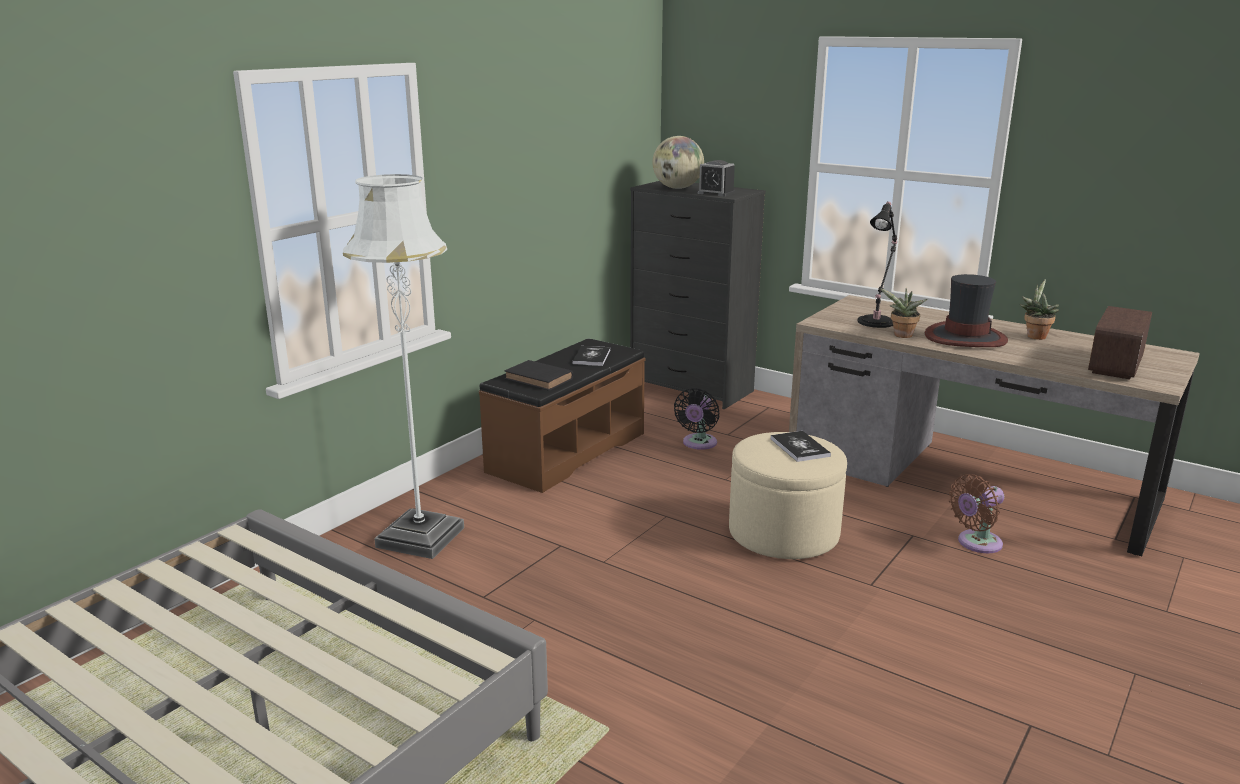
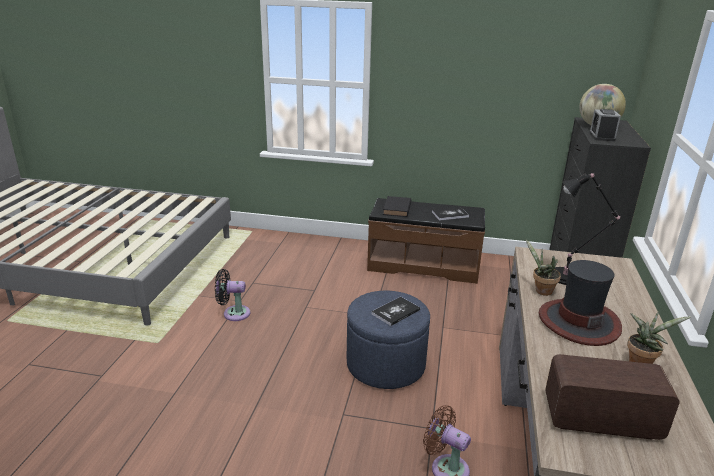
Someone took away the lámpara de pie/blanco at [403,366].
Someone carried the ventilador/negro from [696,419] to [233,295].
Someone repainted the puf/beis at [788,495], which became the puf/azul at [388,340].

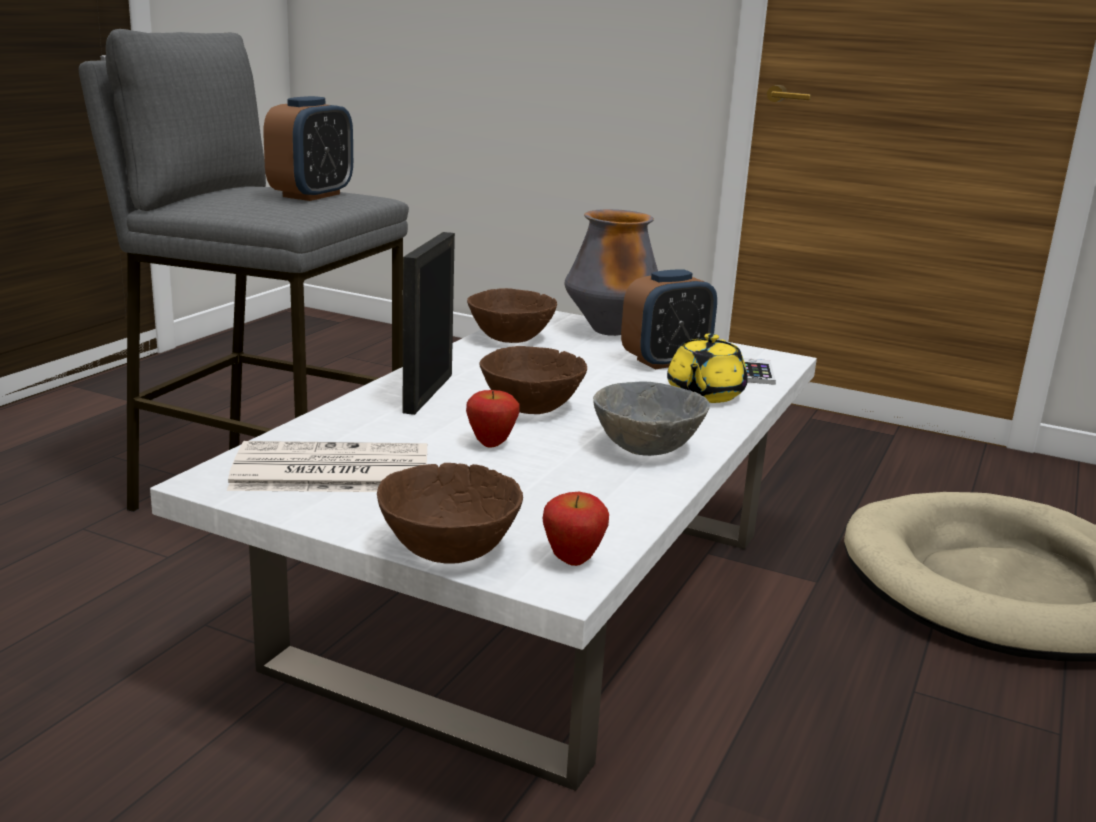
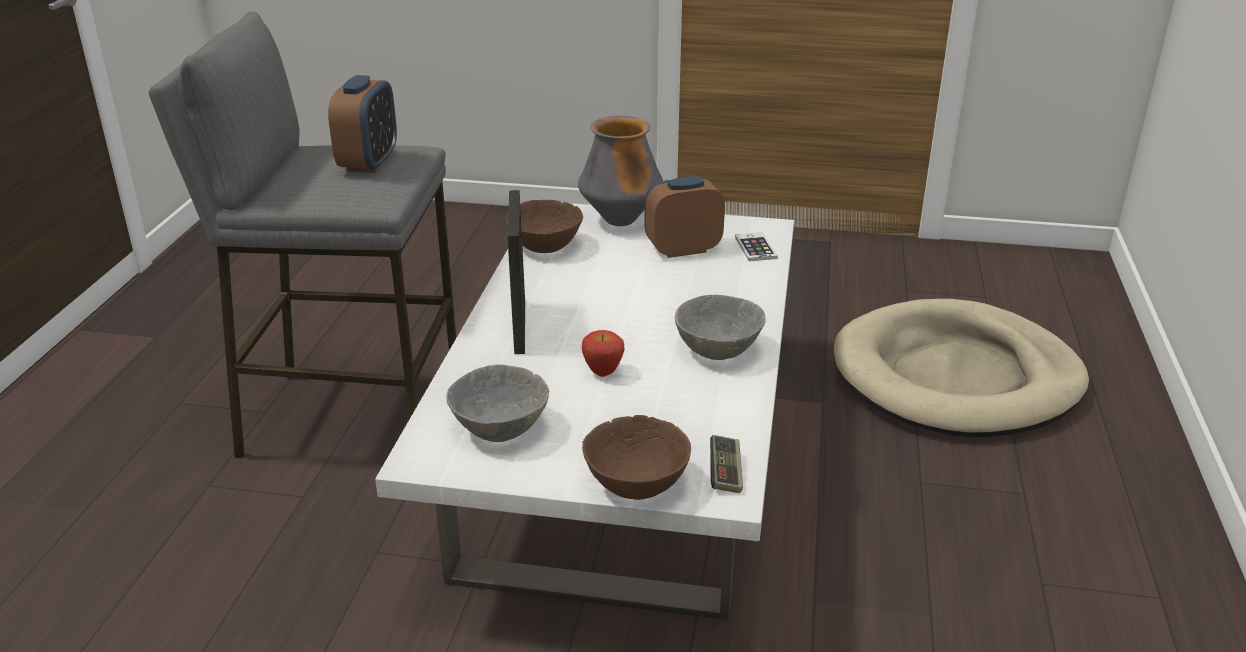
Someone took away the cuenco/marrón at [533,380].
Someone took away the tetera/amarillo at [707,368].
Someone swapped the periódico at [327,466] for the cuenco/gris at [497,403].
Someone swapped the manzana at [576,529] for the mando de consola at [726,464].
Someone rotated the despertador at [669,319] by 150 degrees counterclockwise.

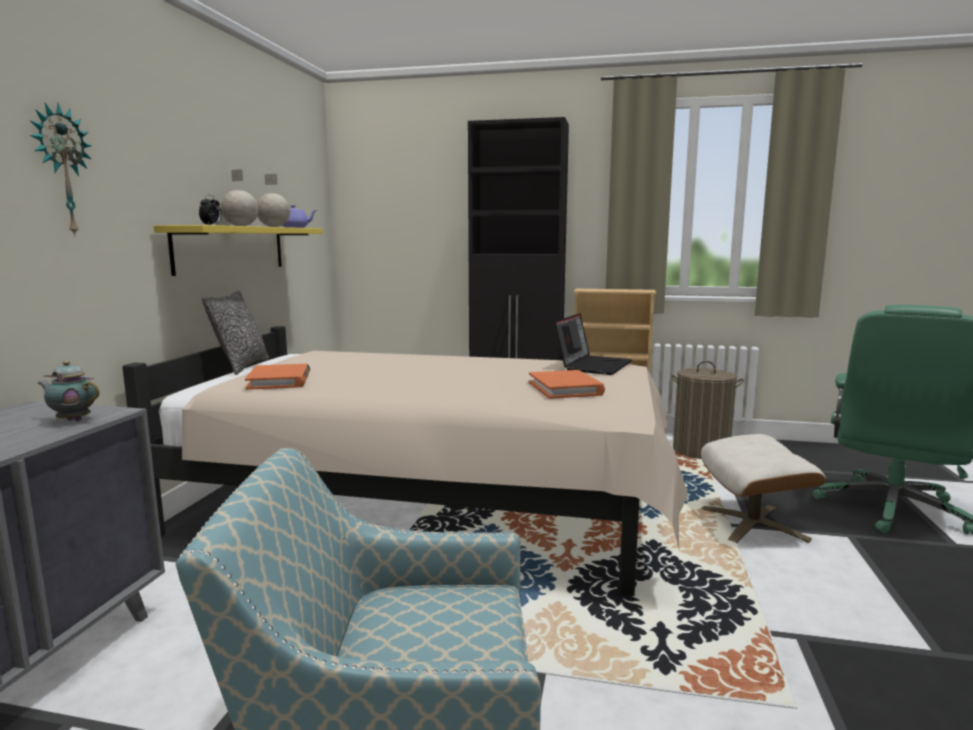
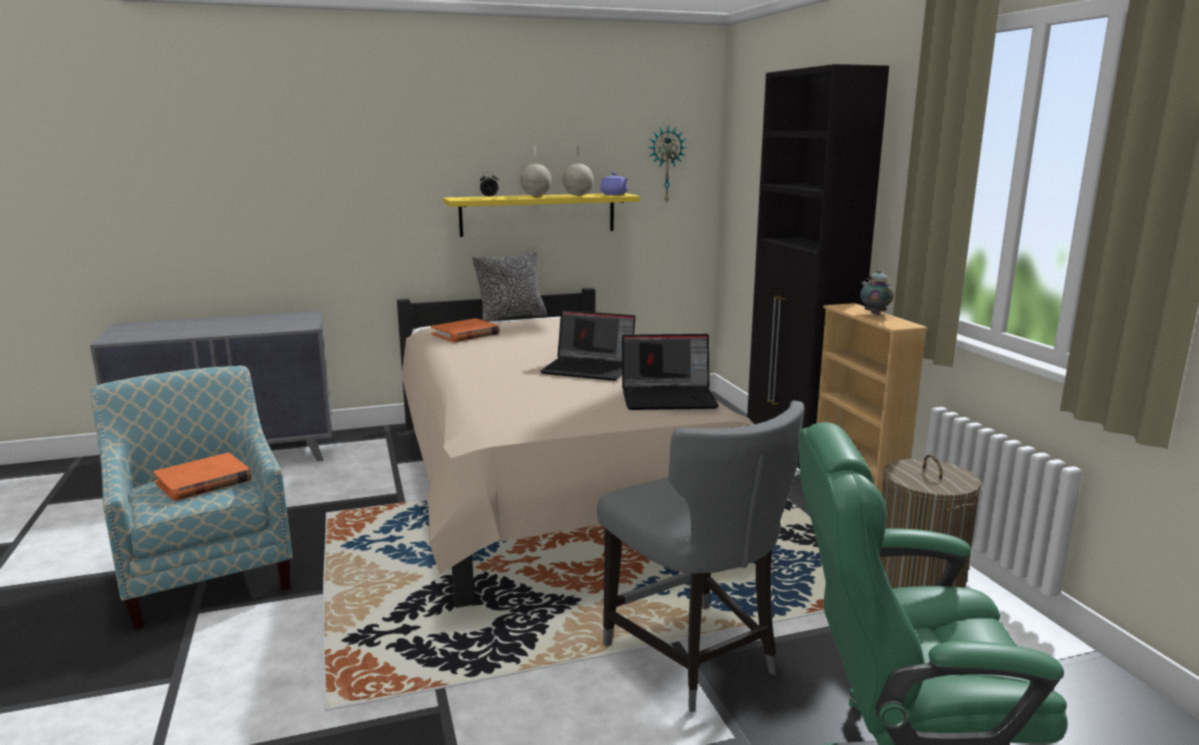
Someone put down the portátil at [588,345].
Someone carried the reloj de pared from [60,170] to [667,164].
Someone carried the tetera from [69,391] to [877,292].
Someone carried the libro/naranja from [567,384] to [202,476].
Someone swapped the puf/beis at [763,488] for the silla/gris at [701,556].

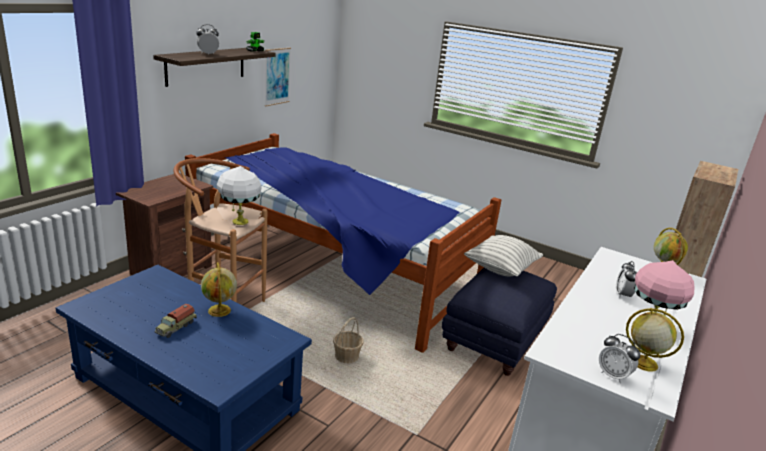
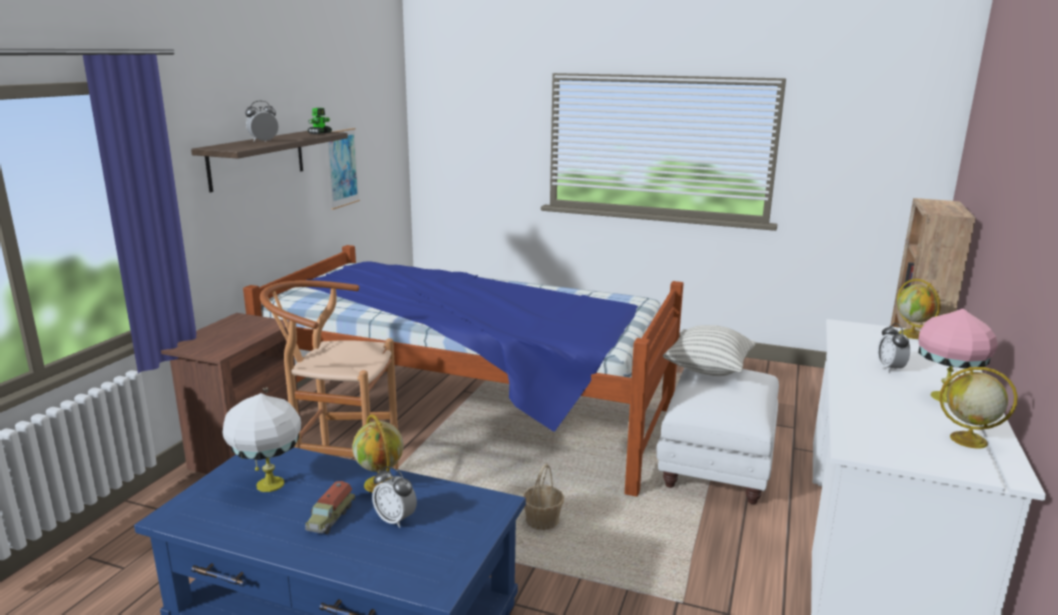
Someone carried the lámpara de mesa/blanco from [239,195] to [261,442].
Someone carried the despertador from [619,358] to [394,497].
Someone repainted the puf/azul at [499,322], which became the puf/blanco at [717,436].

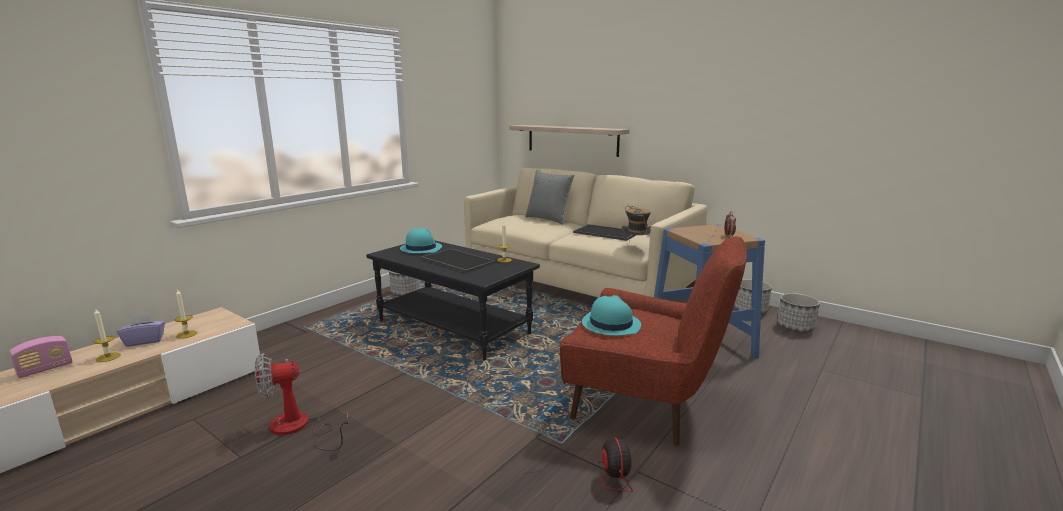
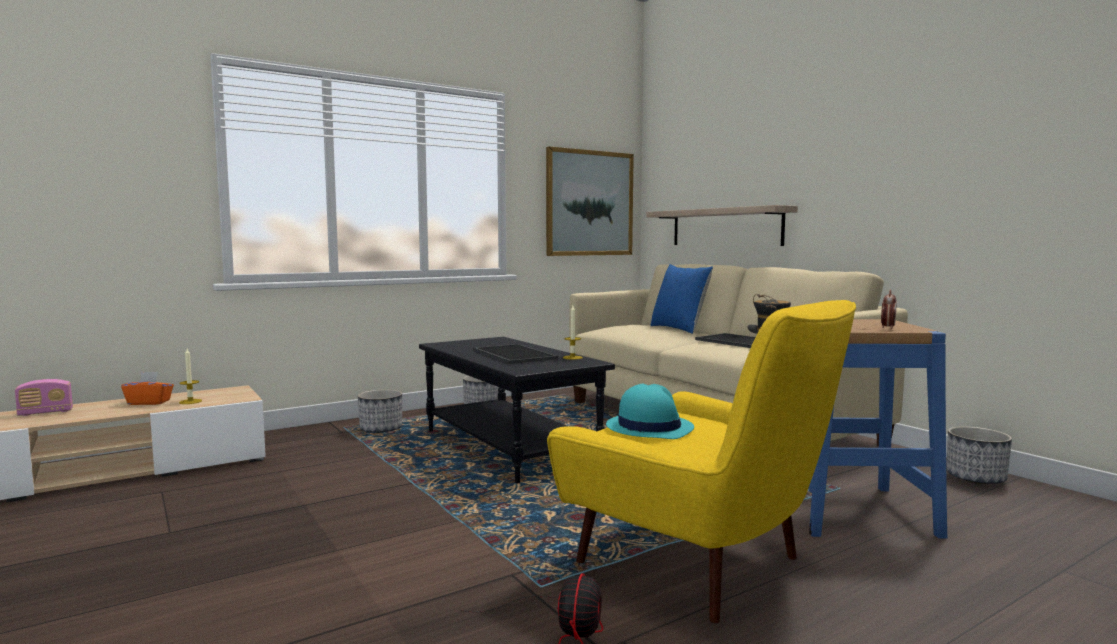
Someone took away the vela at [107,335].
Someone took away the ventilador at [302,402].
Someone took away the sombrero/turquesa at [421,240].
Someone put up the cuadro at [590,201].
Someone carried the maceta from [798,312] to [380,411].
Someone repainted the caja de pañuelos/morado at [141,330], which became the caja de pañuelos/naranja at [147,388].
Someone repainted the cojín/gris at [549,197], which became the cojín/azul at [681,299].
Someone repainted the sillón/rojo at [653,341], which became the sillón/amarillo at [701,461].

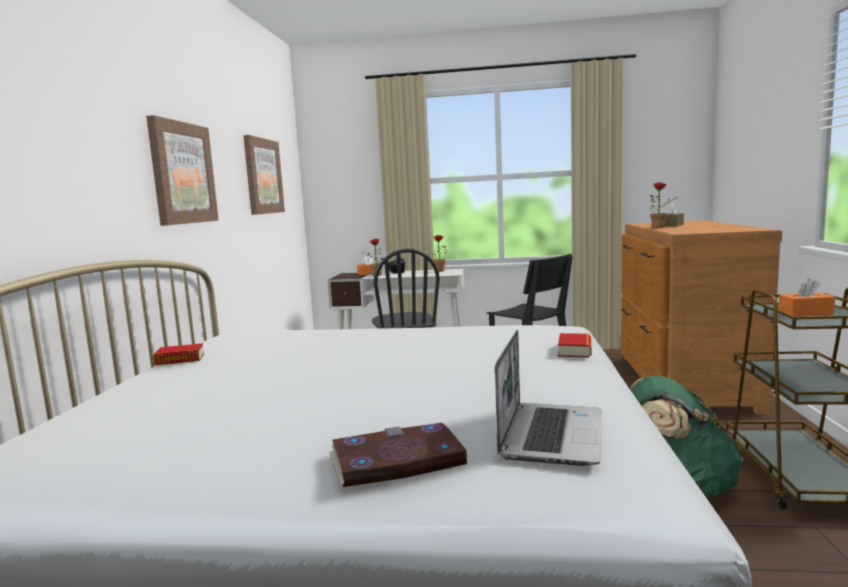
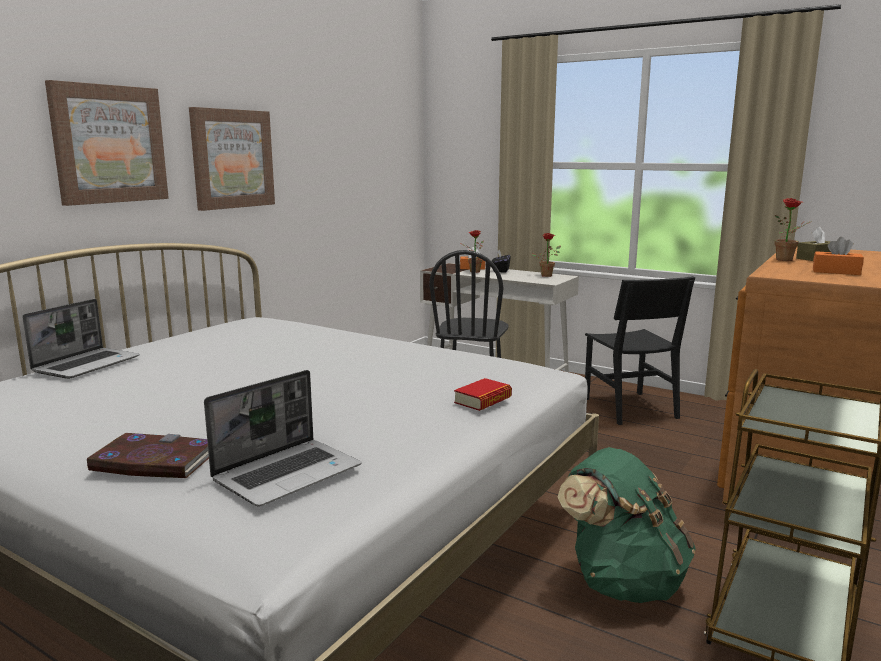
Someone took away the libro at [178,354].
Someone put down the portátil at [81,339].
Someone carried the cuadro from [264,175] to [107,143].
Someone carried the caja de pañuelos/naranja from [806,297] to [838,256].

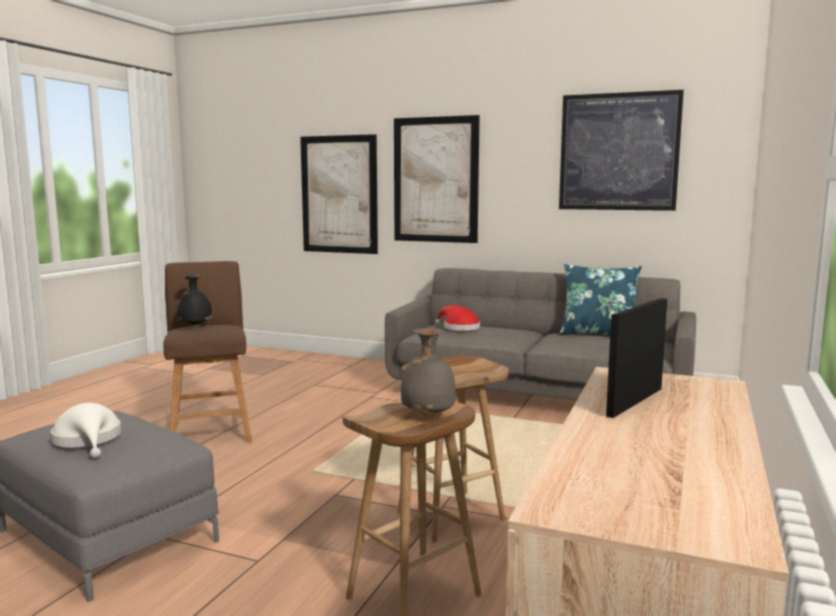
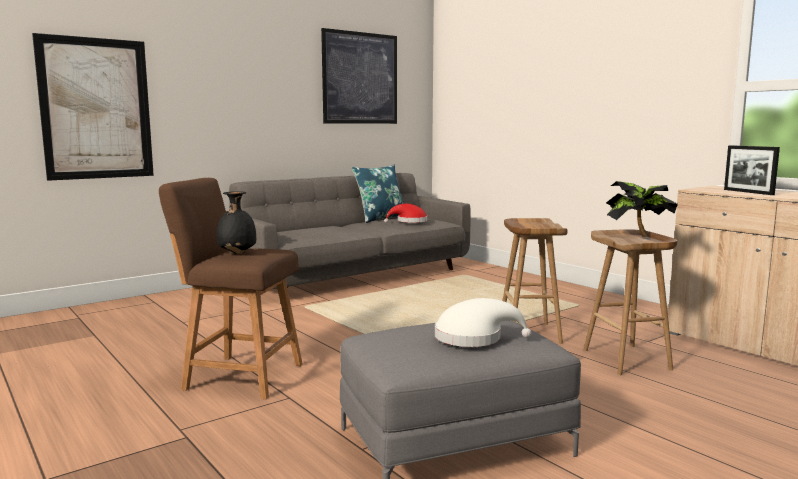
Someone took away the cuadro at [437,179].
Someone carried the sombrero/rojo from [457,318] to [405,213].
Someone swapped the florero/gris at [428,372] for the planta en maceta at [642,209].

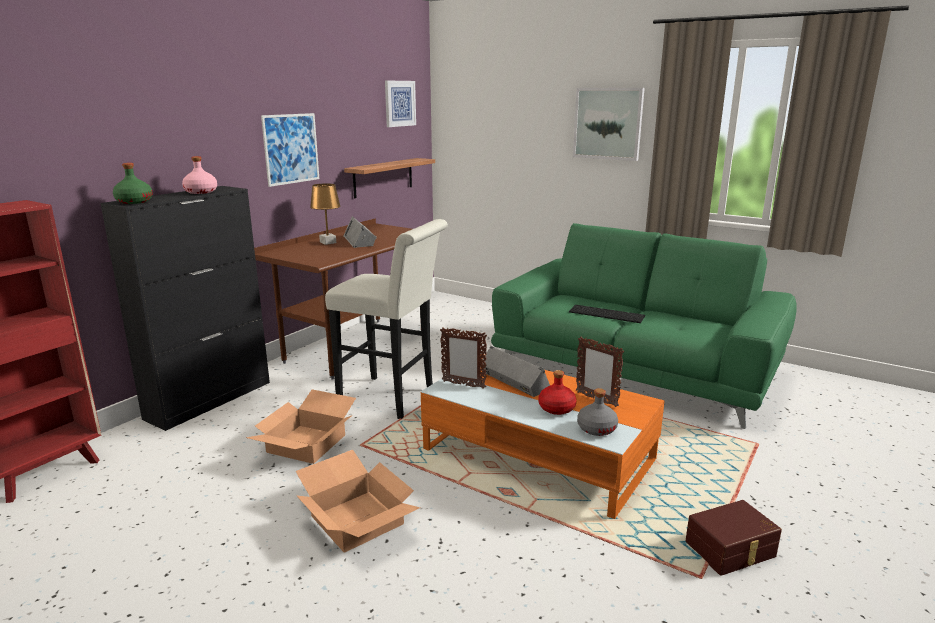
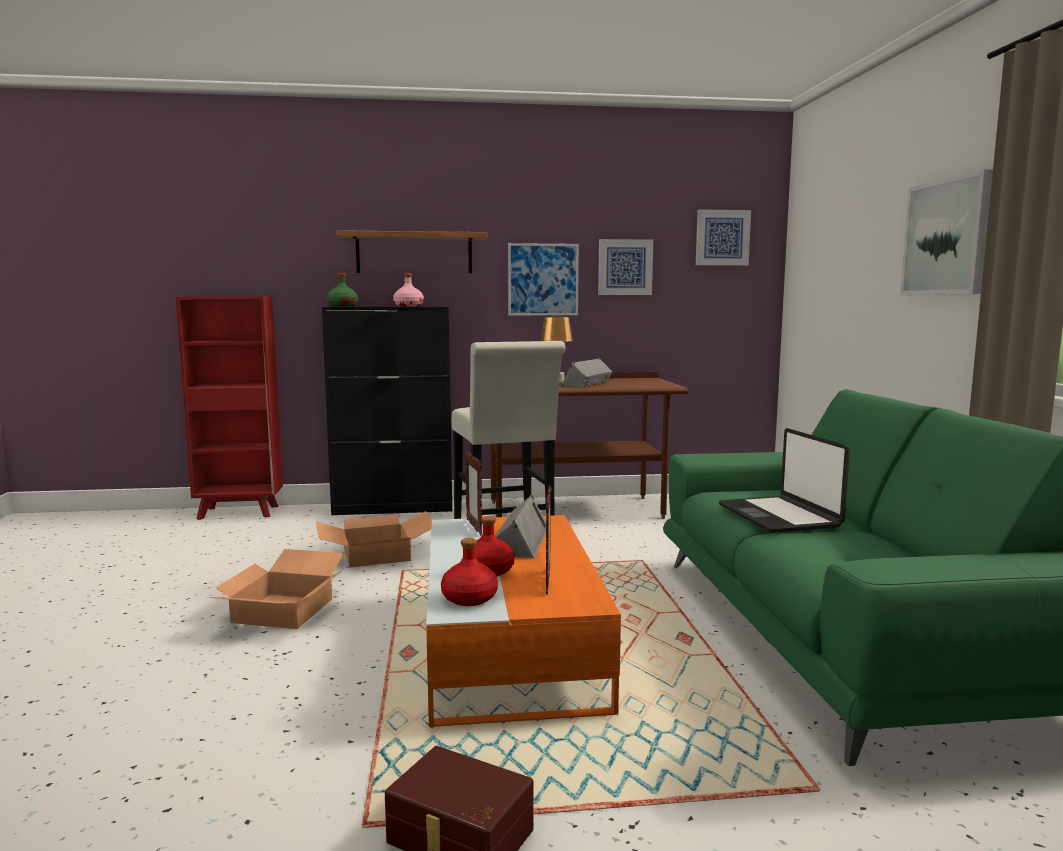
Someone put up the cuadro at [625,267].
Someone carried the estante from [389,178] to [411,251].
Someone swapped the teclado at [607,314] for the portátil at [784,480].
Someone repainted the botella/gris at [597,412], which became the botella/rojo at [469,572].

